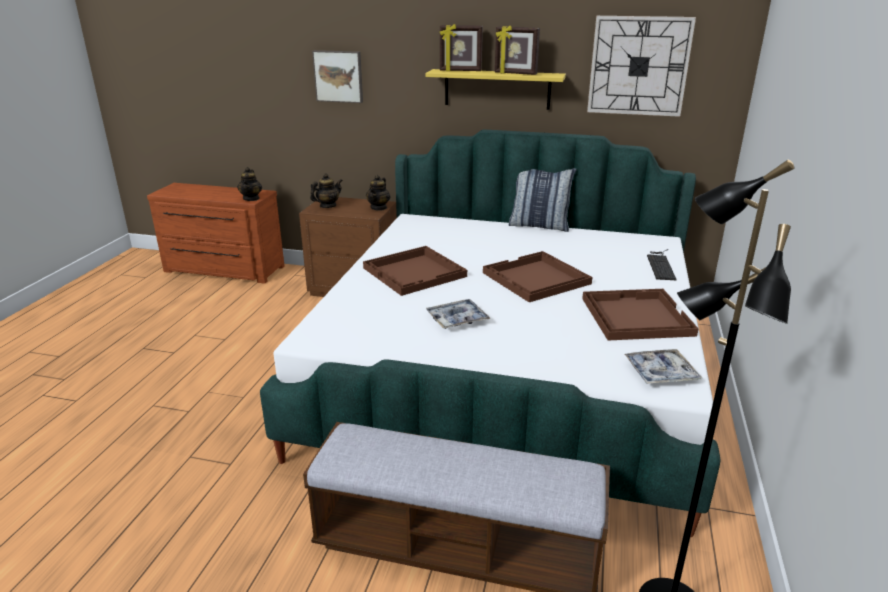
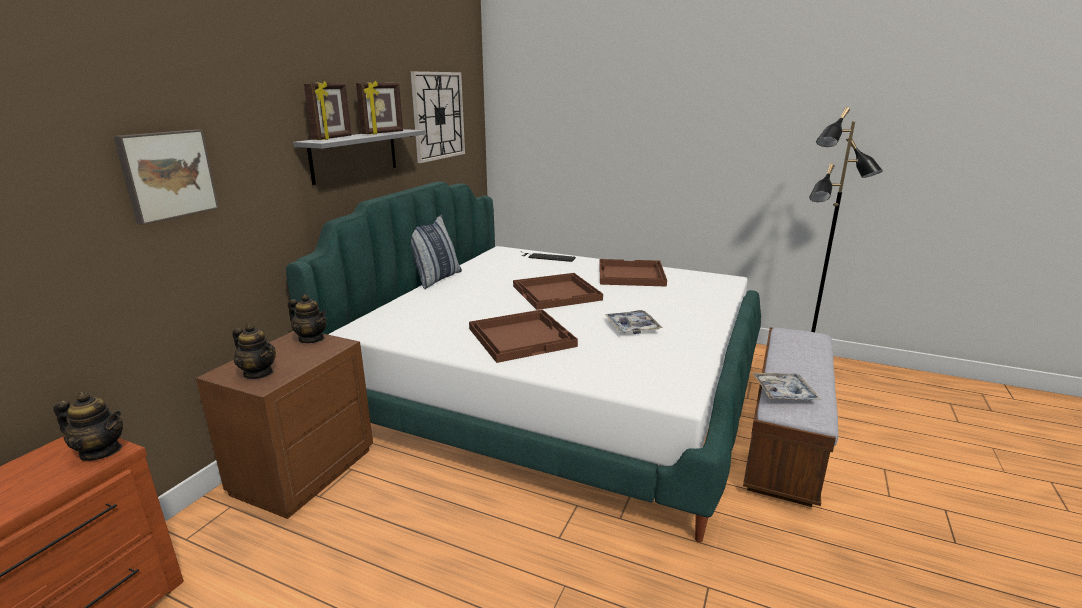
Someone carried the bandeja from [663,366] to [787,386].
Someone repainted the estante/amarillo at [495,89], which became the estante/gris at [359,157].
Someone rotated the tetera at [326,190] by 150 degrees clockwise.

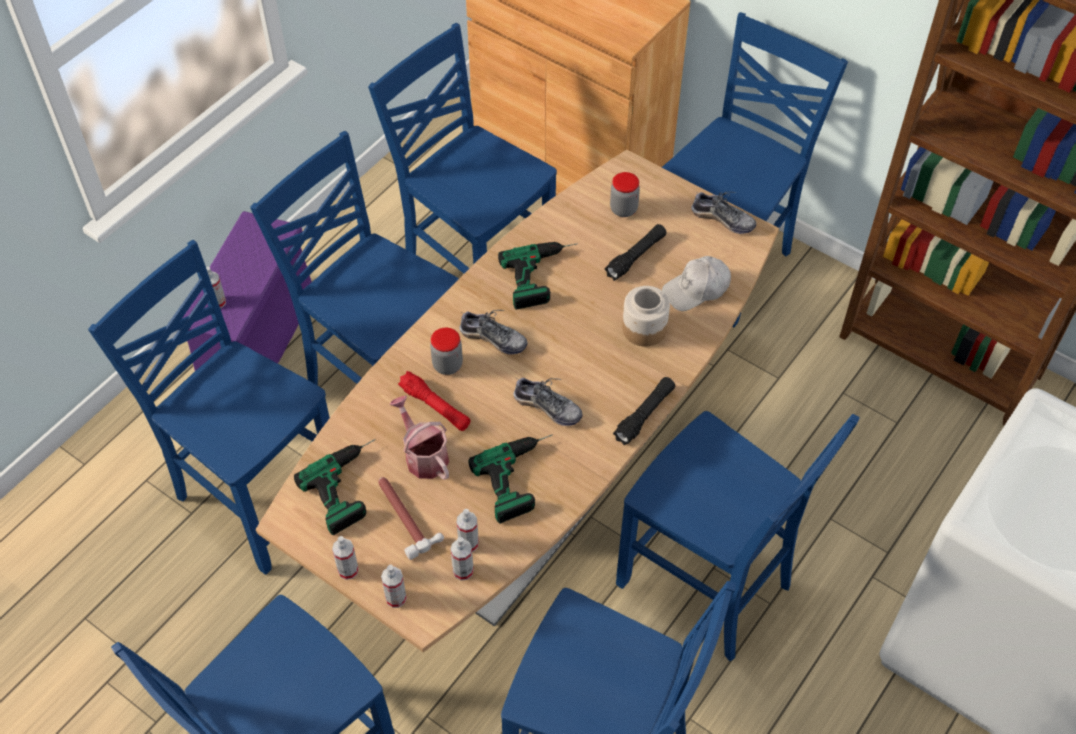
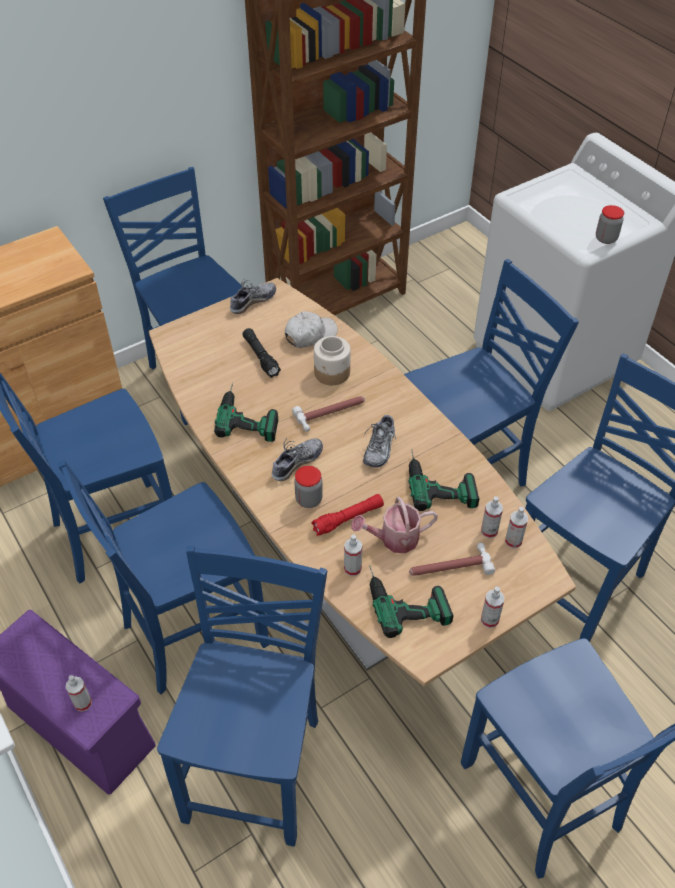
Someone took away the linterna/negro at [644,411].
Someone put down the martillo at [328,414].
Someone carried the pulverizador from [394,586] to [353,555].
Someone carried the tarro from [625,194] to [610,224].
Someone rotated the silla/azul at [209,407] by 135 degrees clockwise.
Someone rotated the zapato at [548,402] by 150 degrees clockwise.
Someone rotated the gorra/blanco at [696,283] by 120 degrees counterclockwise.

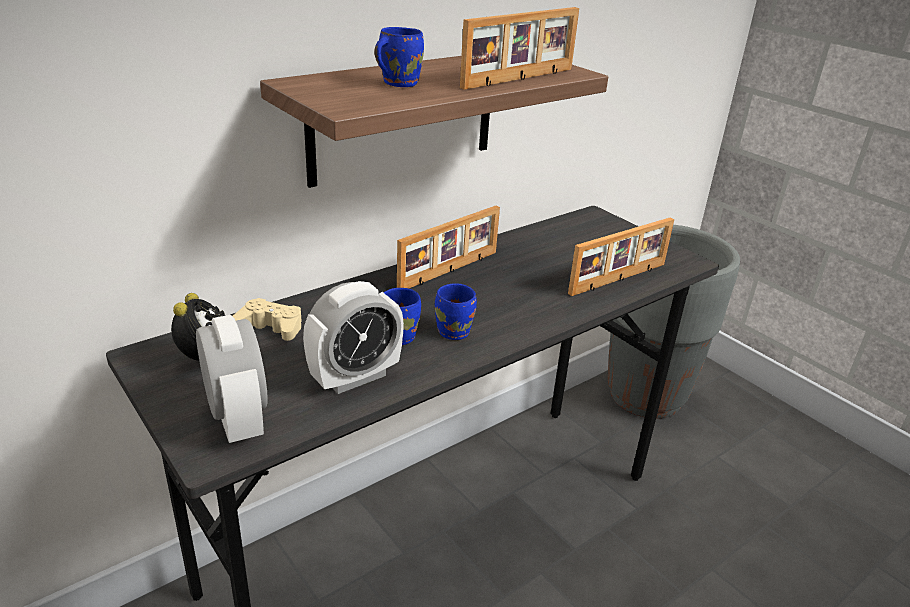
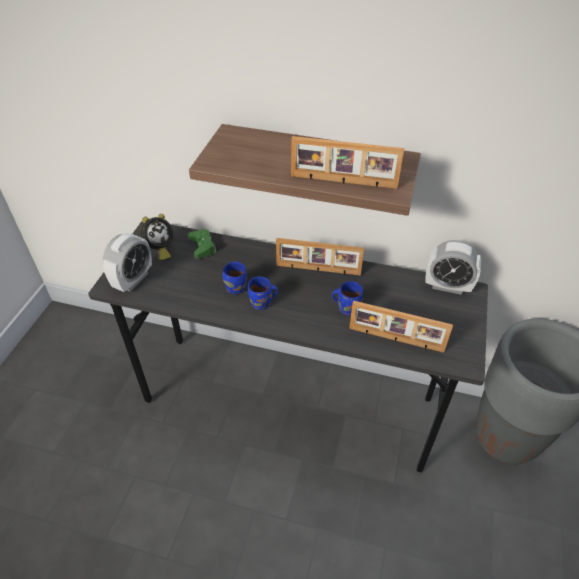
Someone carried the despertador from [353,337] to [453,267].
Someone carried the taza grande/azul from [399,57] to [347,298].
Someone repainted the mando de consola/beis at [267,319], which became the mando de consola/verde at [202,244].

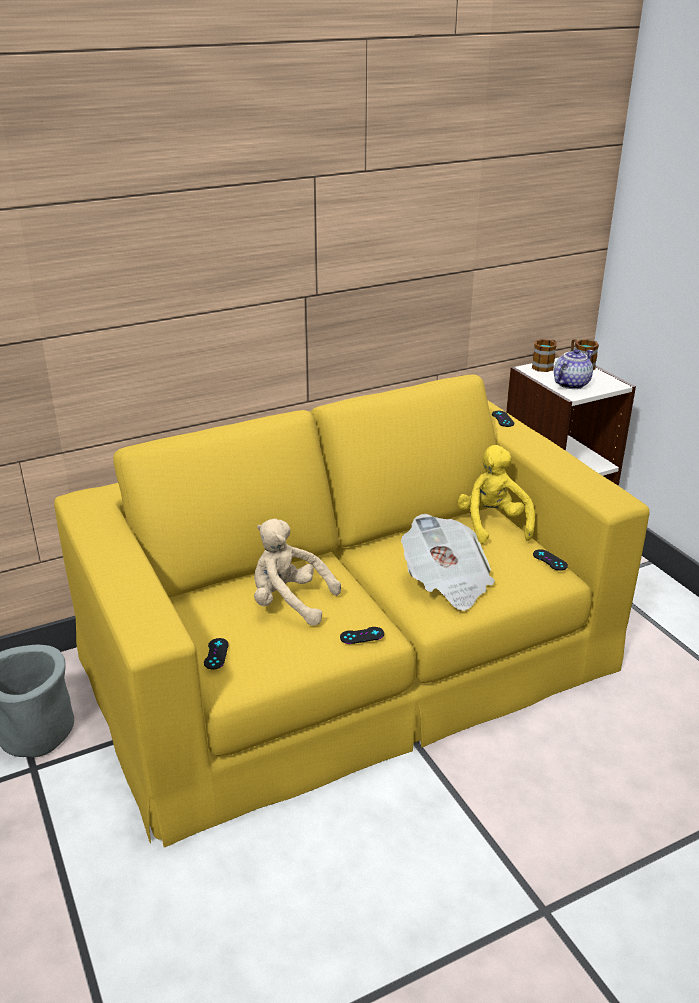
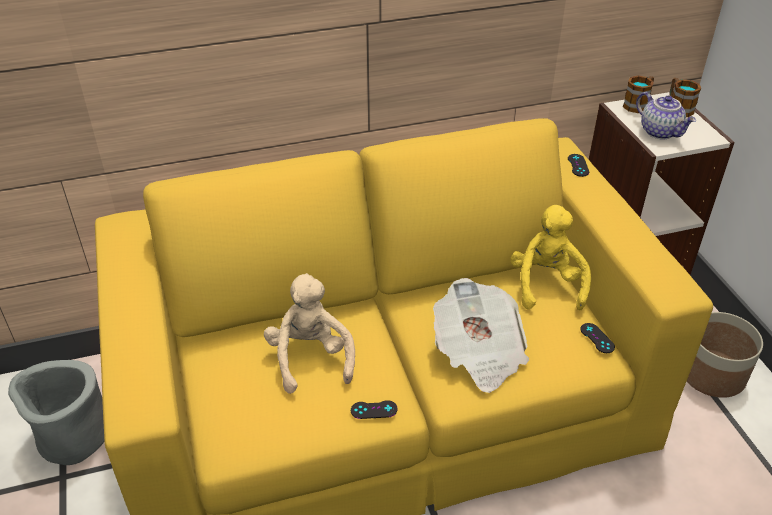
Someone took away the mando de consola/negro at [216,654].
Someone put down the maceta at [724,355].
Someone rotated the peluche/beis at [297,572] by 45 degrees clockwise.
Someone rotated the tetera at [573,369] by 90 degrees clockwise.

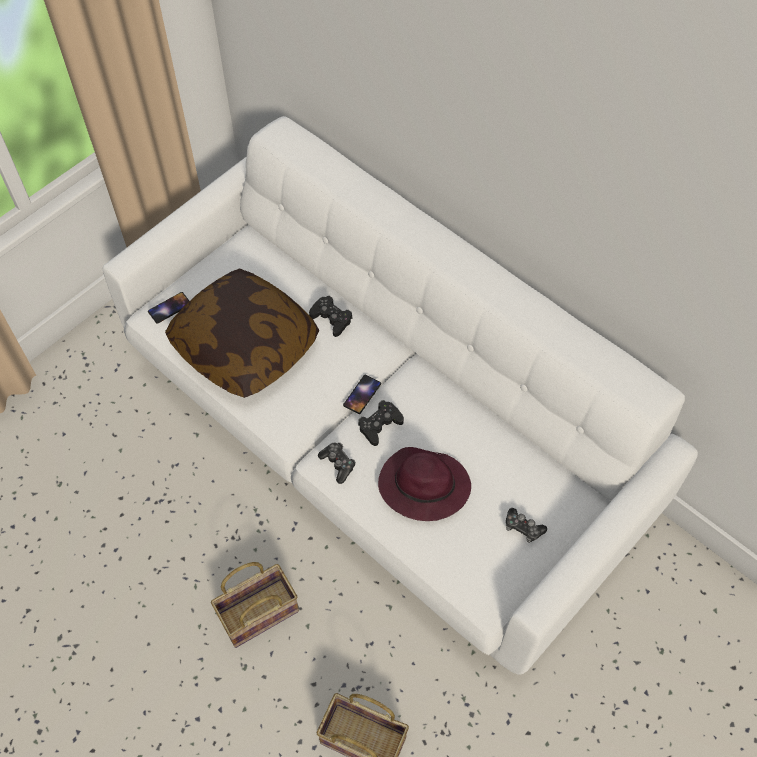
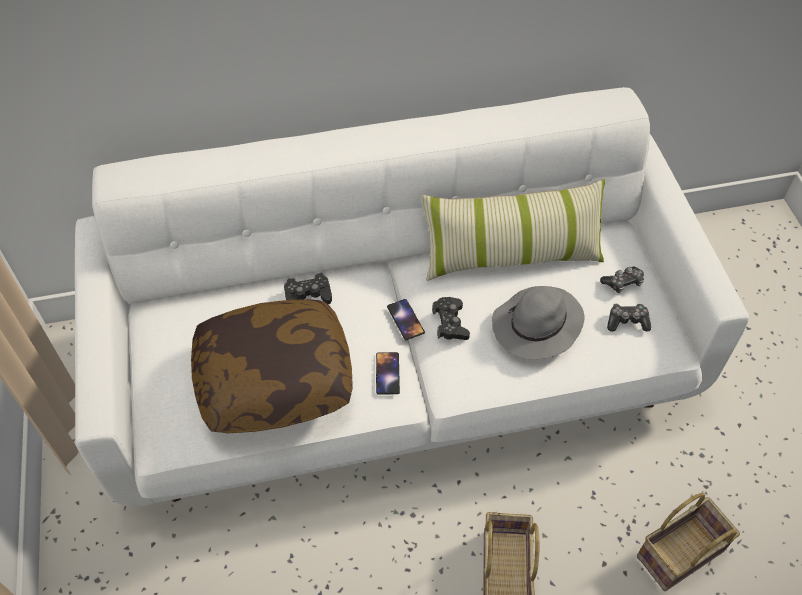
Someone put down the cojín at [513,230].
Someone carried the móvil from [168,308] to [388,373].
Someone carried the mando de consola from [337,463] to [629,317].
Someone repainted the sombrero/morado at [424,484], which became the sombrero/gris at [538,322].

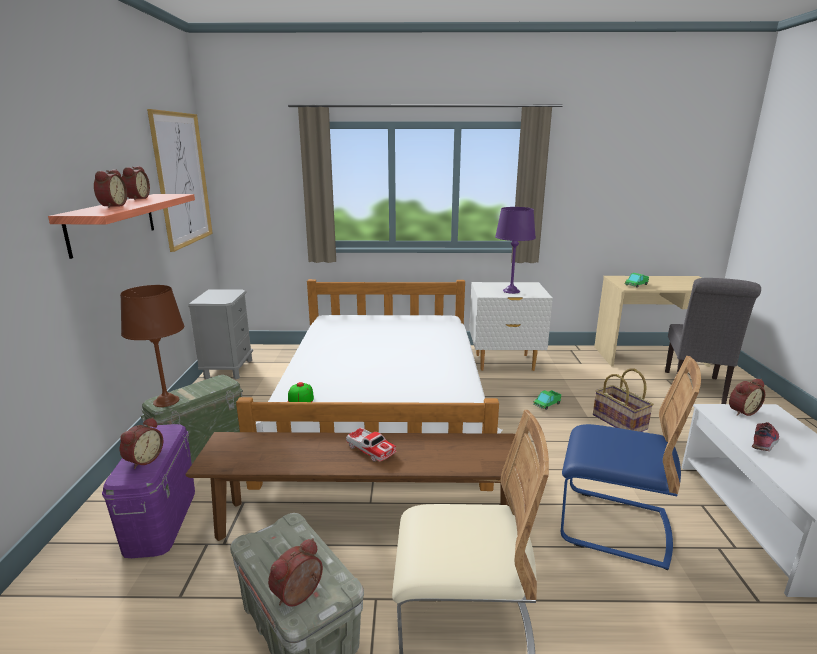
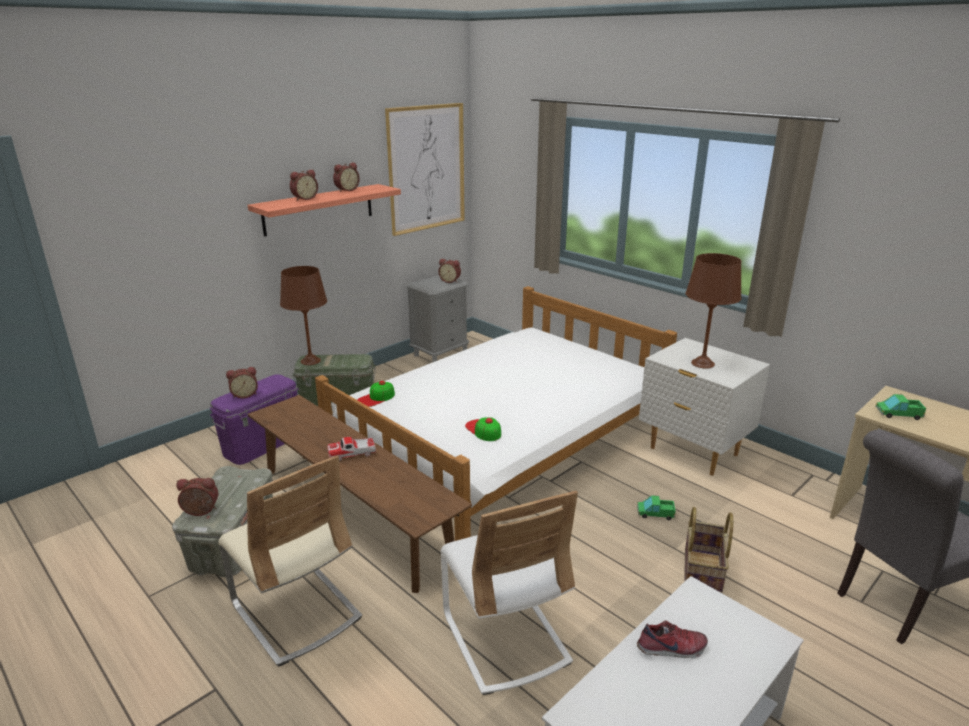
Someone put down the gorra at [483,429].
Someone carried the despertador from [747,397] to [449,271].
Someone repainted the lámpara de mesa/morado at [515,250], which became the lámpara de mesa/marrón at [713,311].
Someone repainted the silla/azul at [631,463], which became the silla/blanco at [509,593].
Someone rotated the coche de juguete at [371,445] by 75 degrees clockwise.

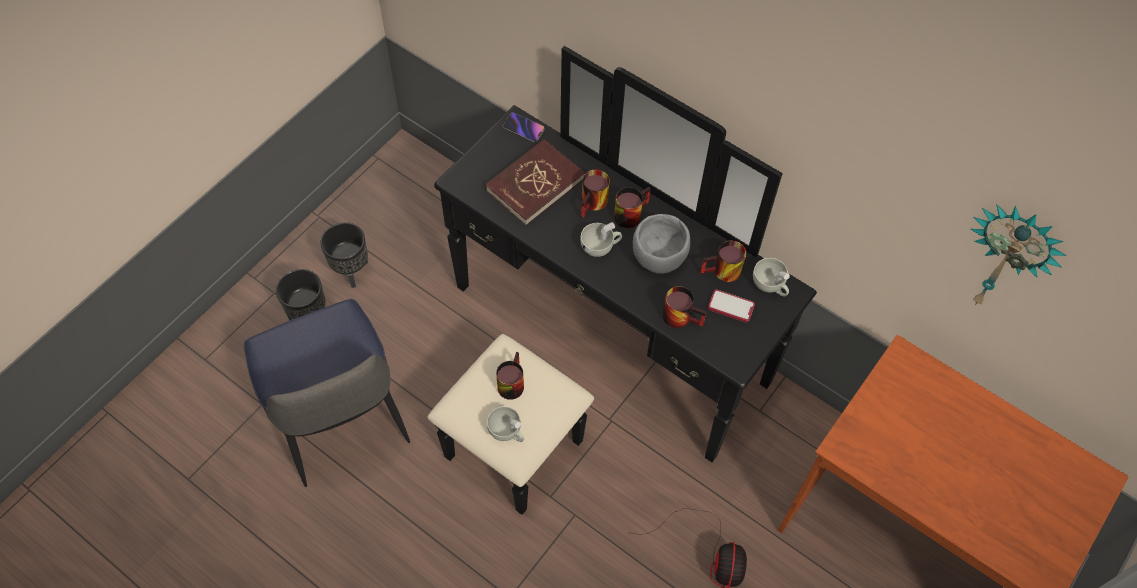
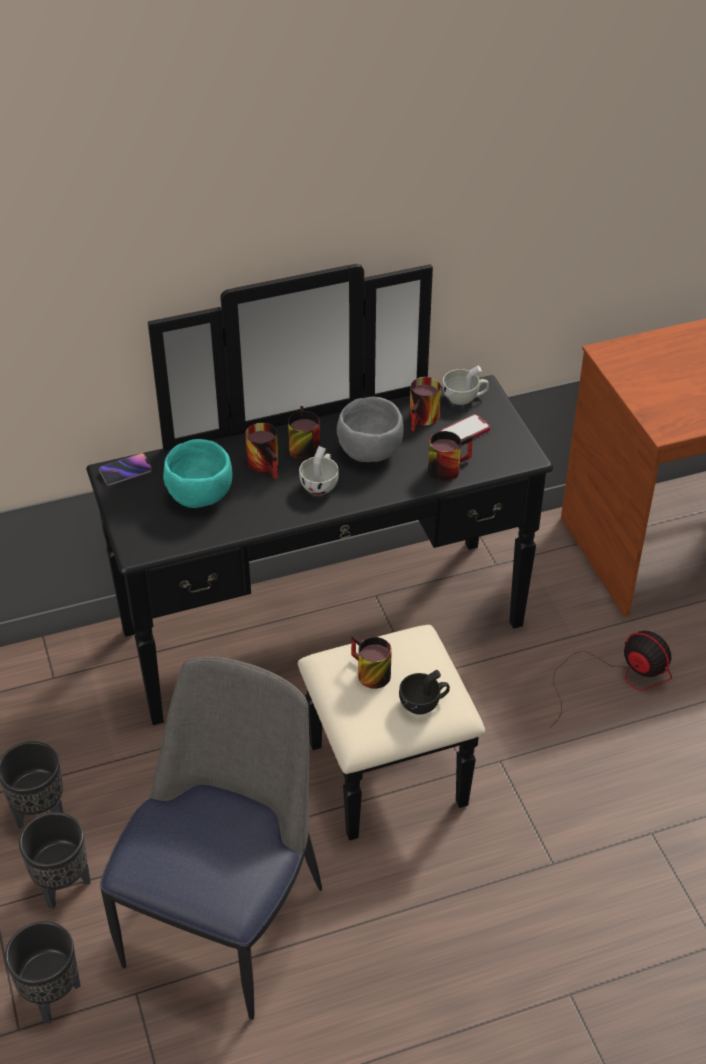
Someone took away the reloj de pared at [1019,255].
Someone put down the maceta/negro at [43,972].
Someone swapped the libro/rojo at [535,182] for the cuenco/turquesa at [197,473].
Someone repainted the taza/blanco at [505,424], which became the taza/negro at [424,692].
Someone rotated the silla at [327,393] by 75 degrees counterclockwise.

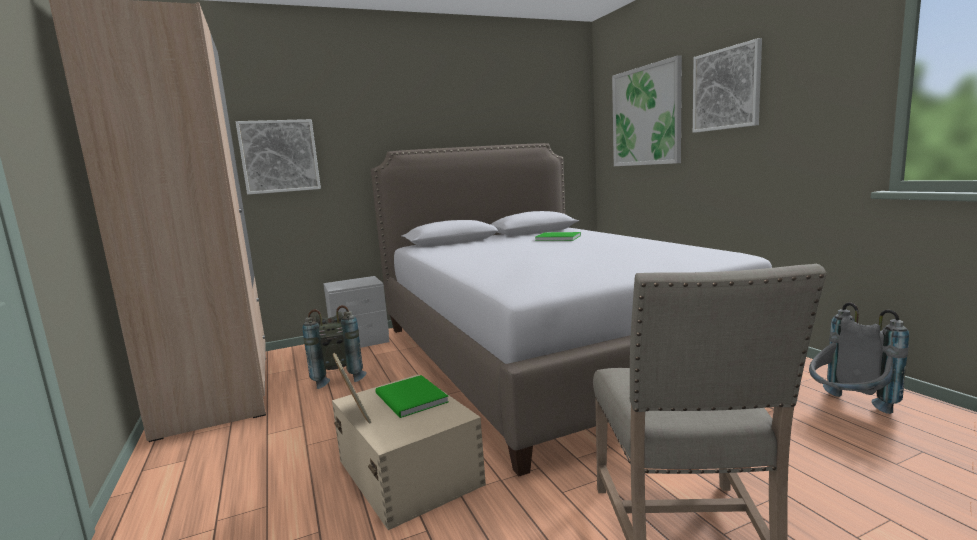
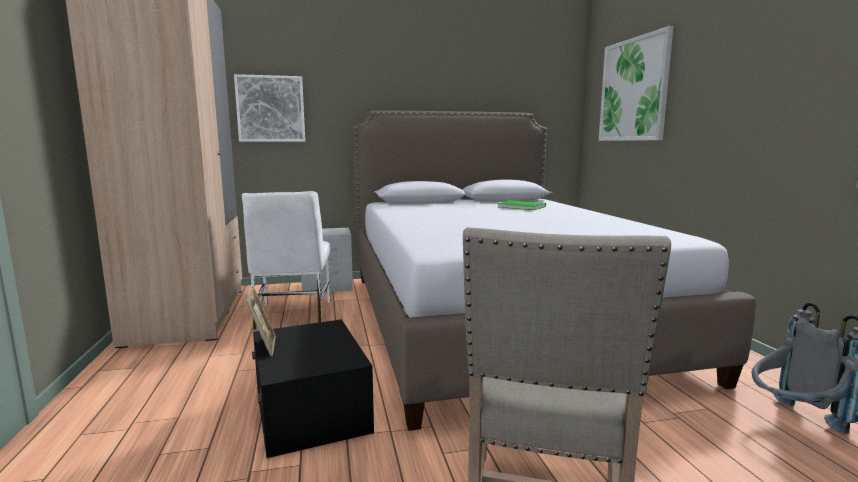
Someone took away the libro/verde at [412,396].
Someone took away the cuadro at [727,85].
Someone swapped the mochila/gris at [335,347] for the silla/blanco at [286,261].
Someone repainted the caja de almacenaje/beis at [409,452], which became the caja de almacenaje/negro at [313,388].

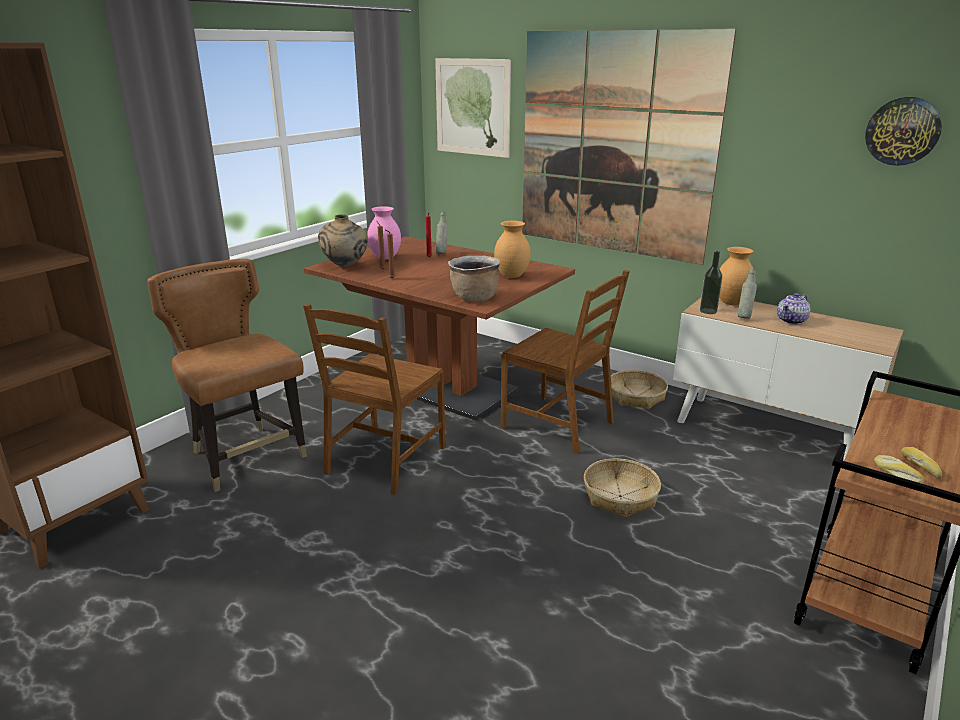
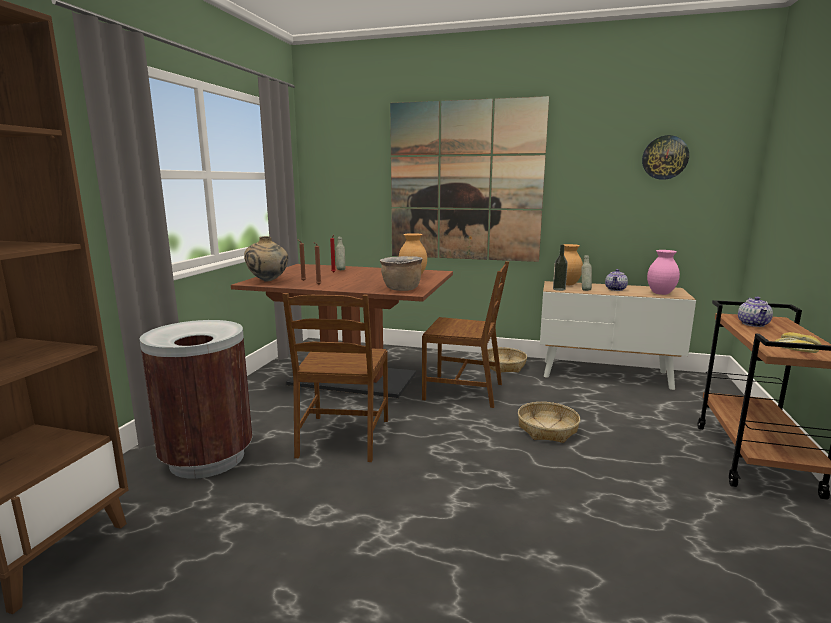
Someone took away the cuadro at [473,108].
Someone put down the tetera at [755,312].
Someone carried the florero/rosa from [384,233] to [663,272].
Someone swapped the silla/marrón at [227,375] for the papelera/marrón at [196,399].

